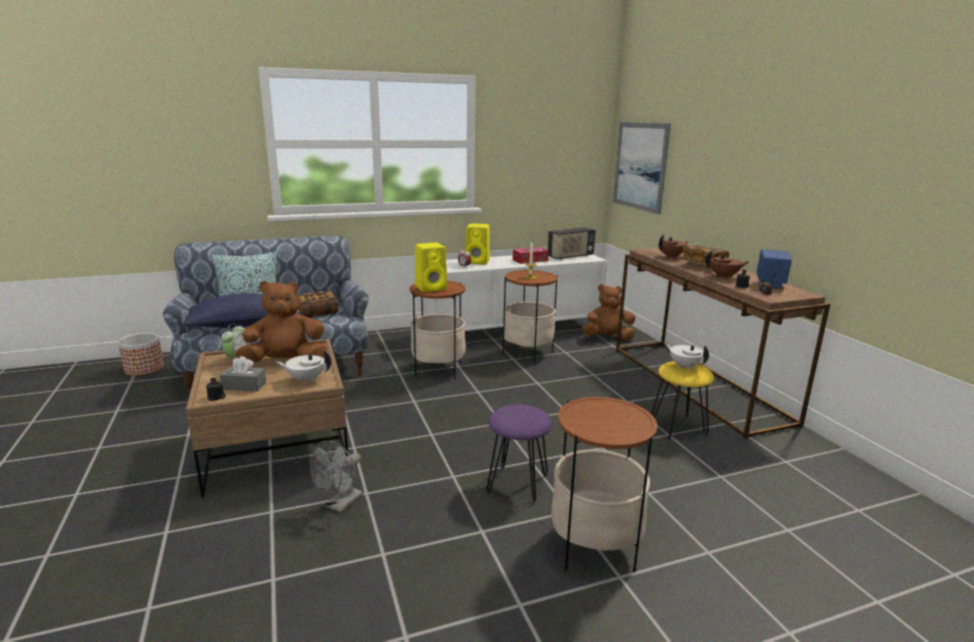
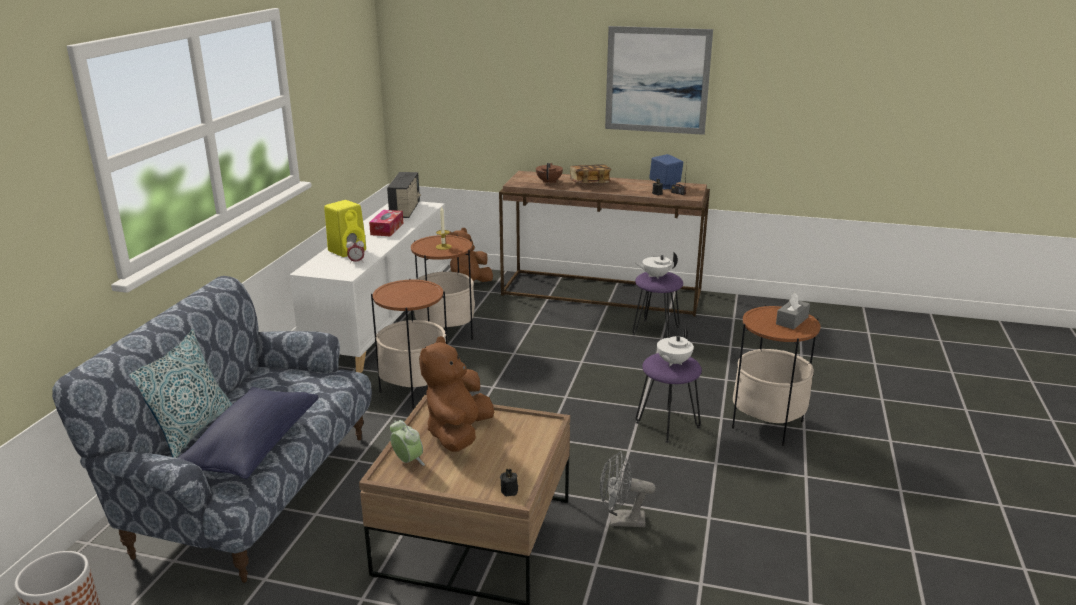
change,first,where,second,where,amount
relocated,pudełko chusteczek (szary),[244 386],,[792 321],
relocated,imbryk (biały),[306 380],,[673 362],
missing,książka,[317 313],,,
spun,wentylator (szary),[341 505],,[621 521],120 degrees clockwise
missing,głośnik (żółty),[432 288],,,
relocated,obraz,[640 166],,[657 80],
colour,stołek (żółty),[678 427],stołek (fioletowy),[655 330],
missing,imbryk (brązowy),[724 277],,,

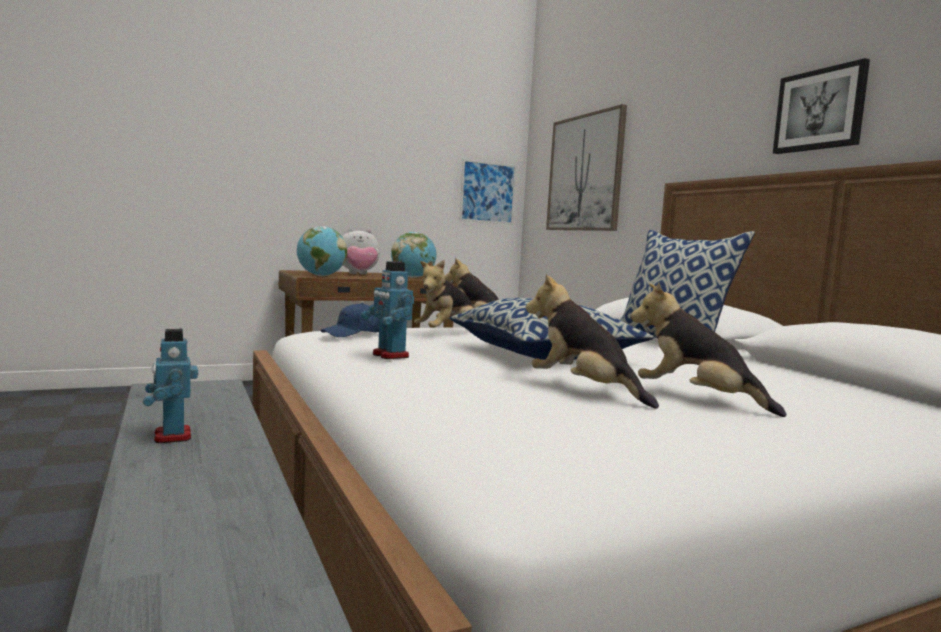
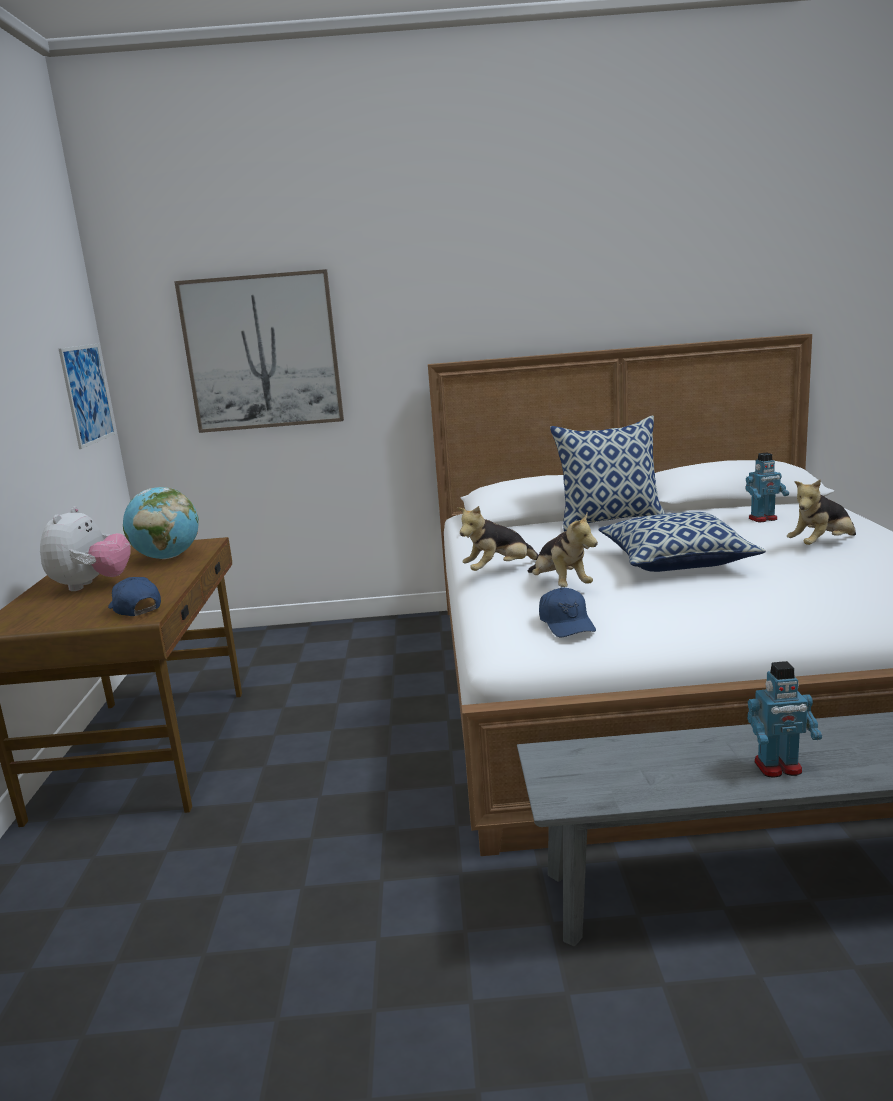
change,first,where,second,where,amount
exchanged,globus,[321 276],czapka z daszkiem (niebieski),[135 608],
relocated,robot zabawkowy,[389 355],,[763 519],
missing,pluszak,[583 391],,,
missing,obraz,[820 110],,,

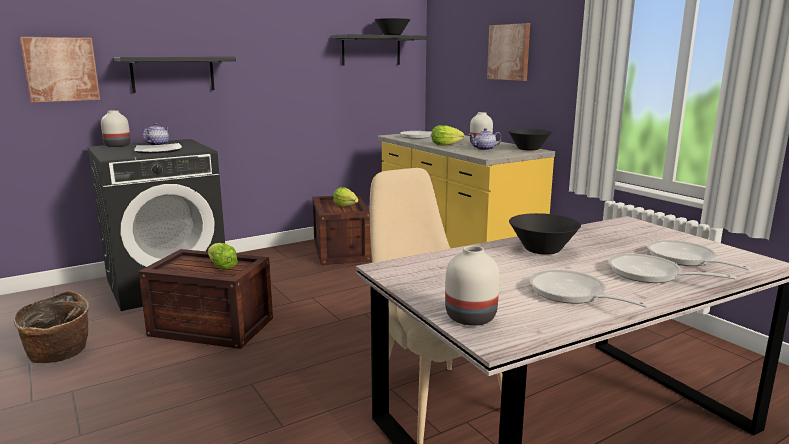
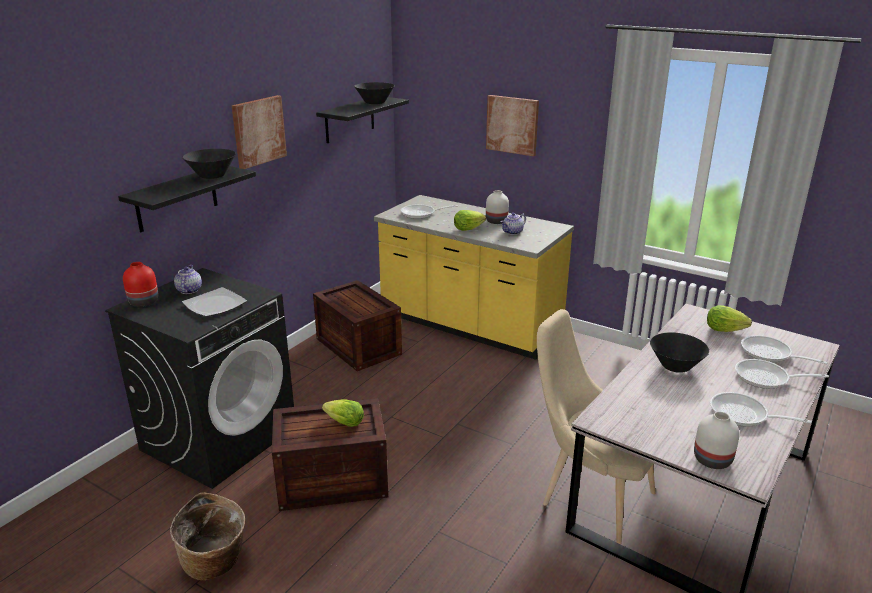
change,first,where,second,where,amount
relocated,obraz,[61 69],,[258 131],
colour,wazon (biały),[117 146],wazon (czerwony),[143 302],
relocated,sałata,[345 206],,[724 330],
relocated,miska (czarny),[528 149],,[212 176],

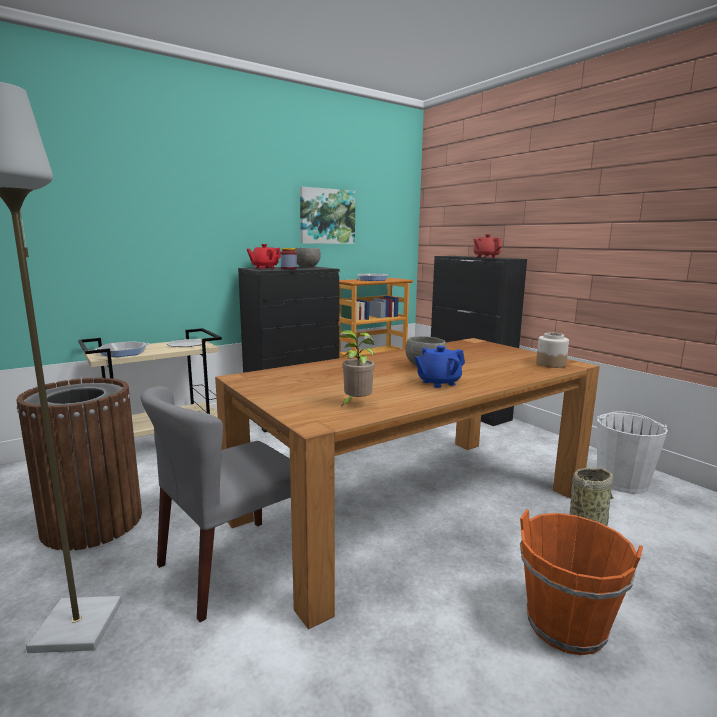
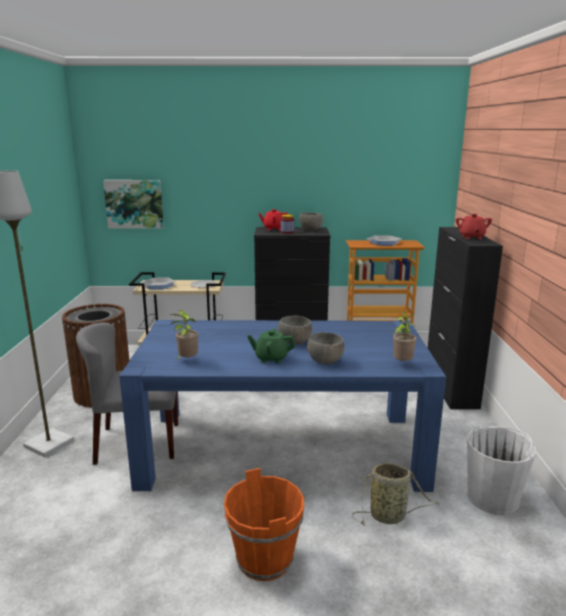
change,first,where,second,where,amount
colour,stół jadalny (brązowy),[412 504],stół jadalny (niebieski),[282 448],
relocated,obraz,[327 216],,[134 204],
colour,imbryk (niebieski),[438 383],imbryk (zielony),[271 358],
exchanged,słoik,[550 364],roślina doniczkowa,[402 364],
appeared,,,miska (szary),[325 361],

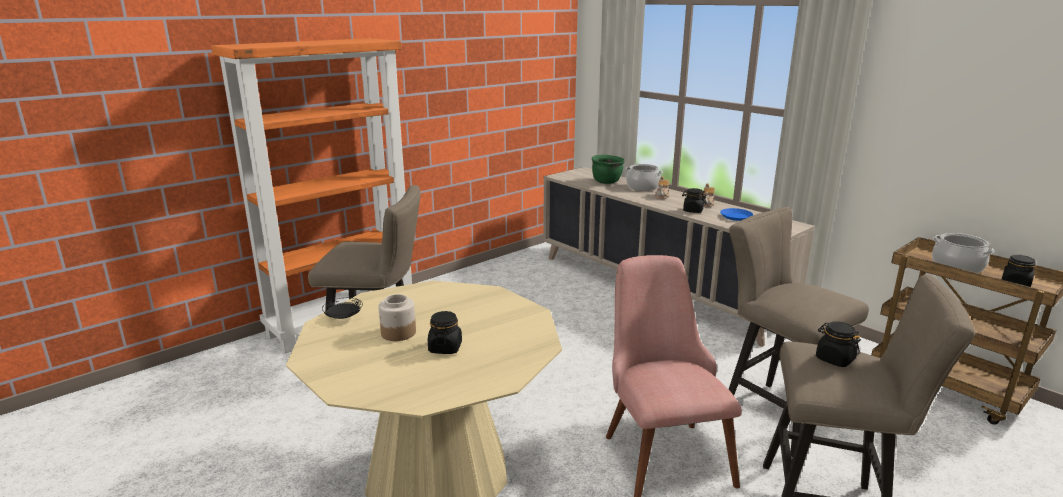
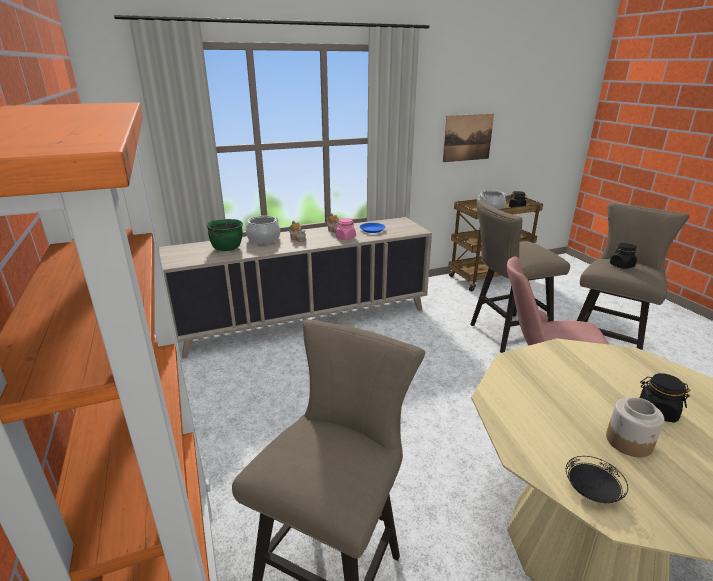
change,first,where,second,where,amount
colour,słoik (czarny),[693 211],słoik (różowy),[345 238],
appeared,,,obraz,[468 137],

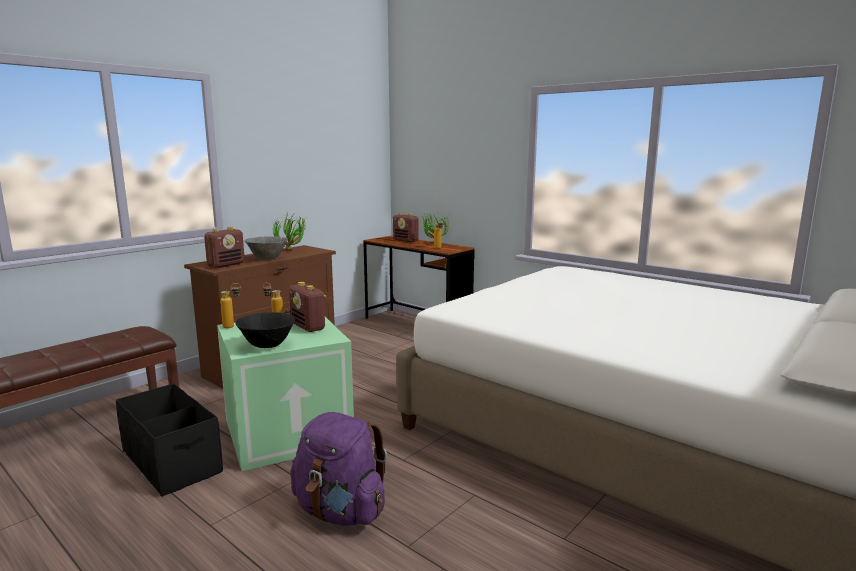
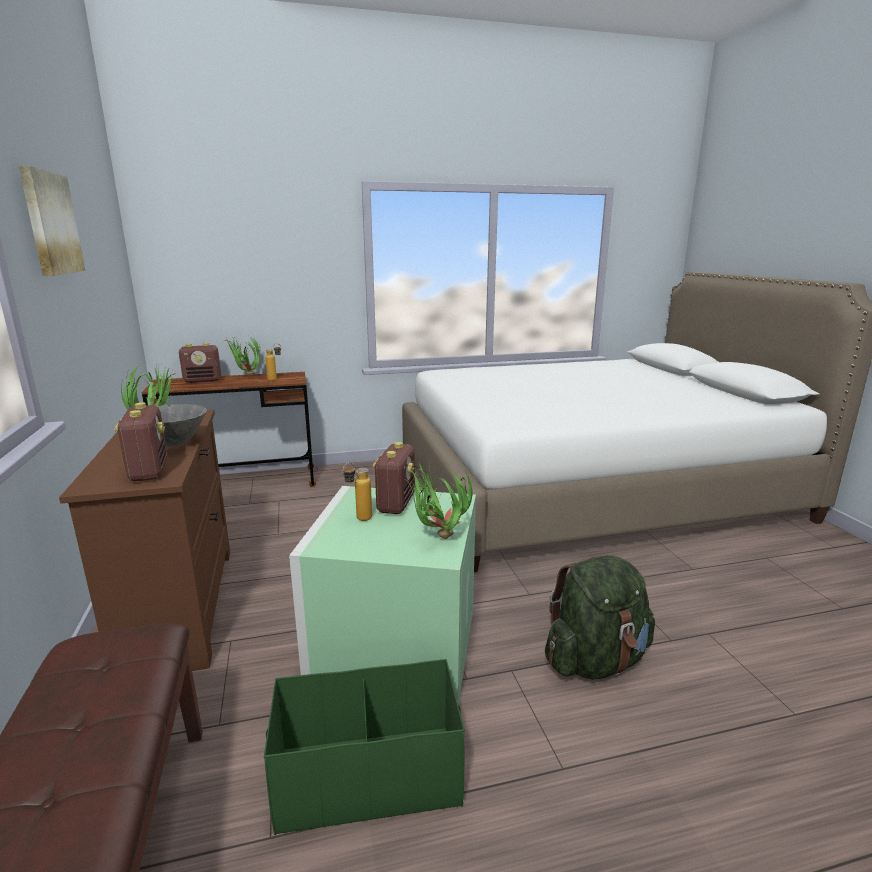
change,first,where,second,where,amount
colour,pojemnik do przechowywania (czarny),[172 461],pojemnik do przechowywania (zielony),[368 776],
missing,butelka,[233 326],,,
exchanged,miska (czarny),[267 346],roślina doniczkowa,[437 539],
spun,radio,[308 327],,[396 503],75 degrees counterclockwise
colour,plecak (fioletowy),[340 512],plecak (zielony),[596 660],
appeared,,,obraz,[50 223],

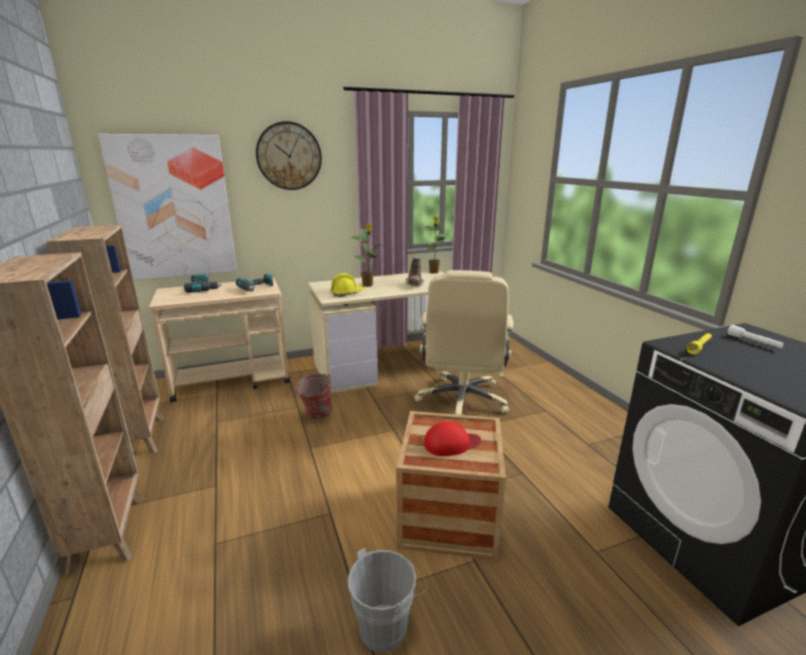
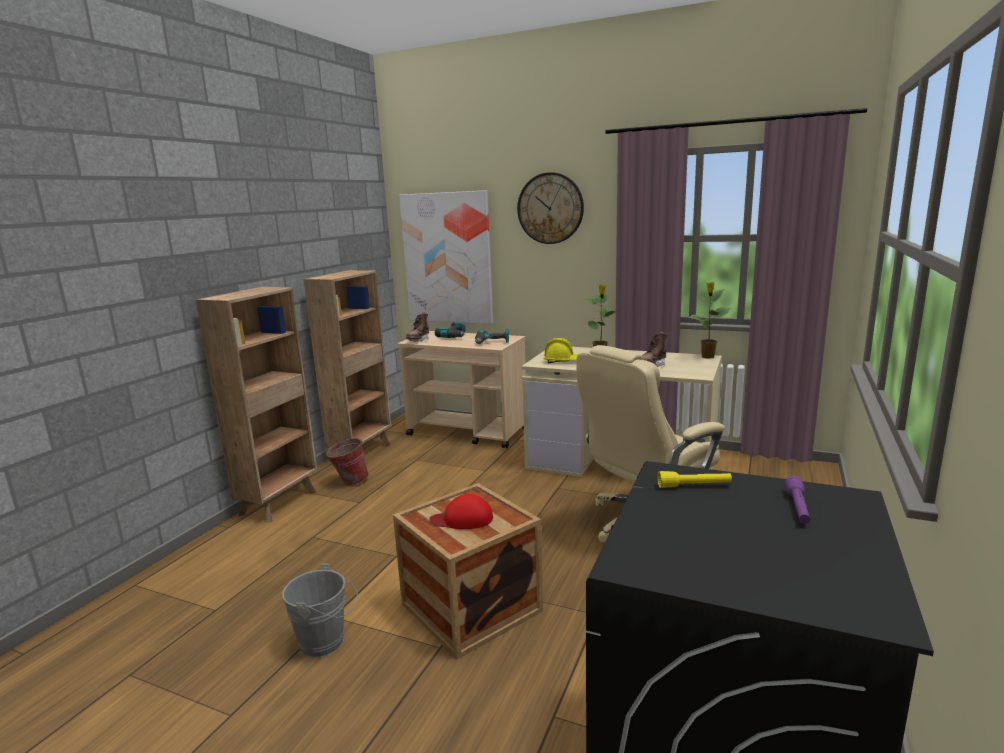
change,first,where,second,where,amount
relocated,wiadro,[315 415],,[349 482],
spun,czapka z daszkiem (czerwony),[451 443],,[462 519],150 degrees clockwise
colour,latarka (biały),[753 342],latarka (fioletowy),[798 508],
appeared,,,but z cholewką (brązowy),[418 340],

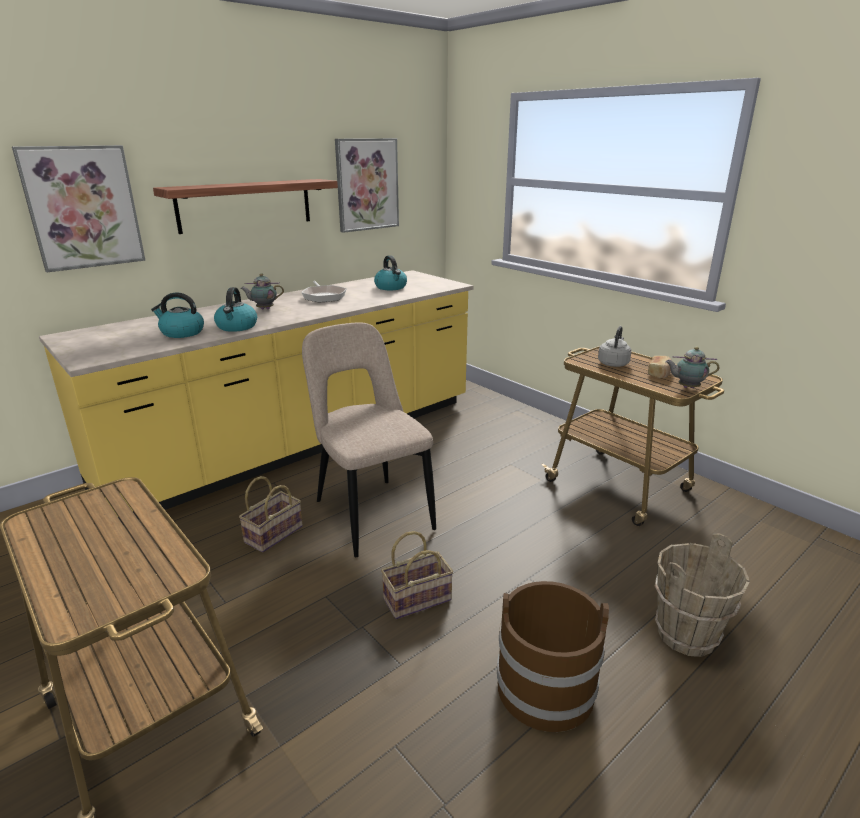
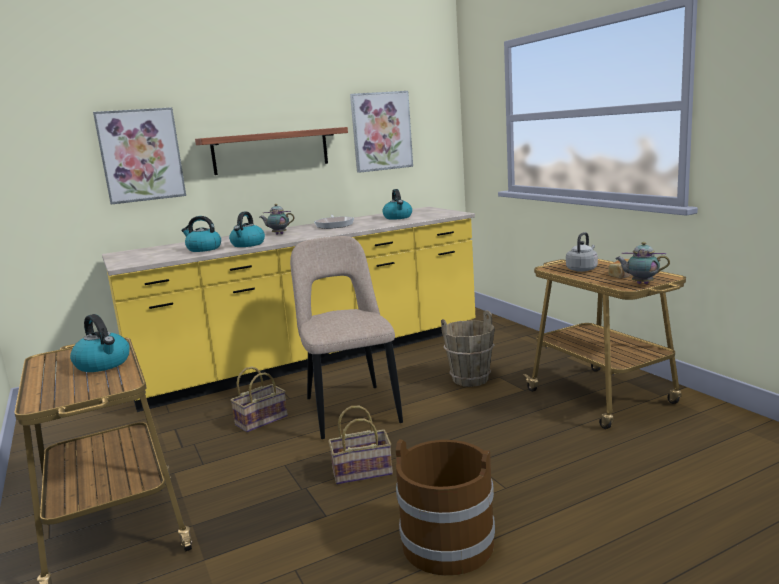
change,first,where,second,where,amount
relocated,wiadro (brązowy),[687 635],,[470 379],
appeared,,,czajnik,[103 364],

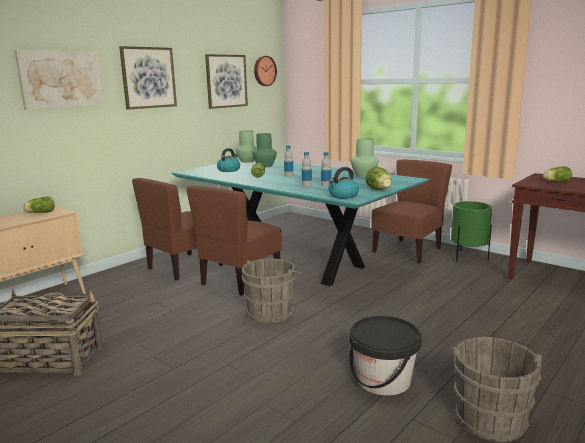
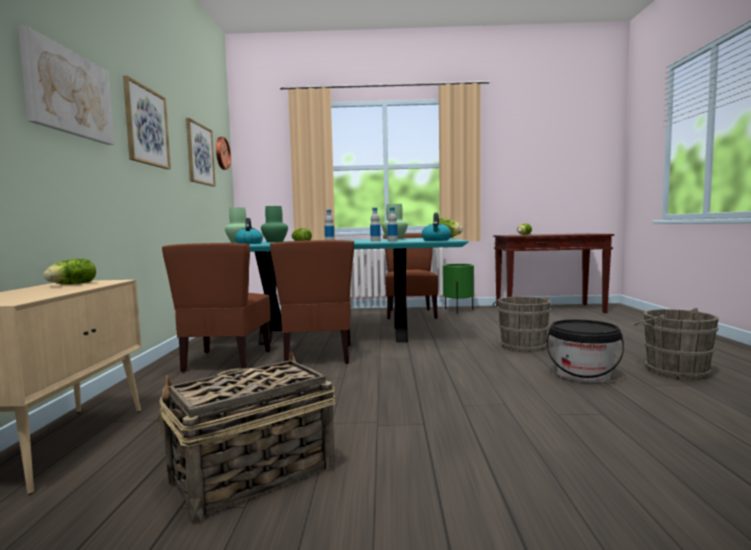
change,first,where,second,where,amount
relocated,wiadro (szary),[272 311],,[522 345],

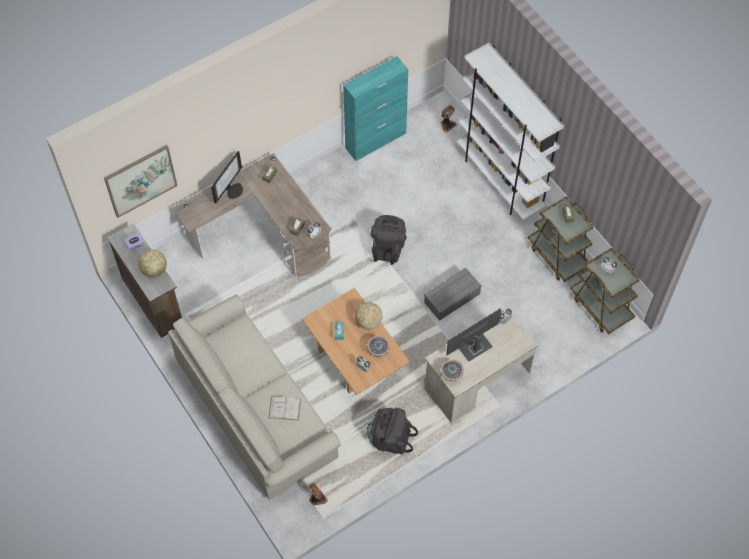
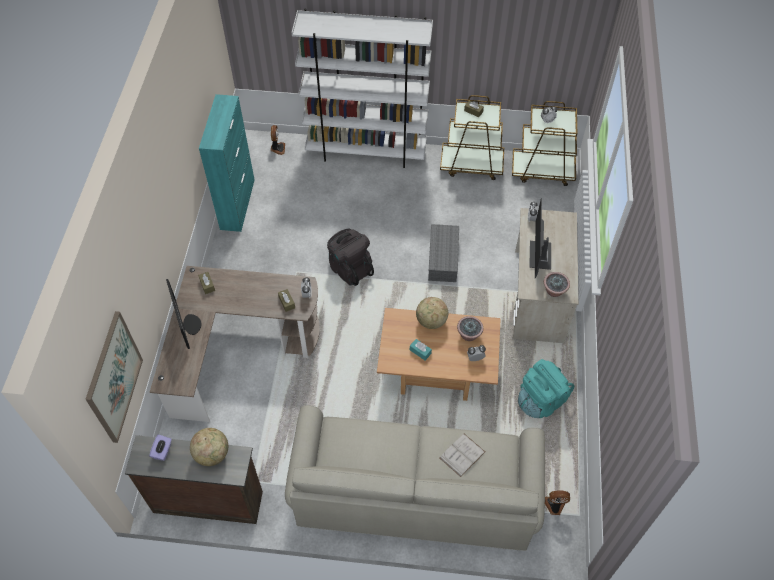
change,first,where,second,where,amount
colour,plecak (czarny),[390 439],plecak (turkusowy),[541 400],

